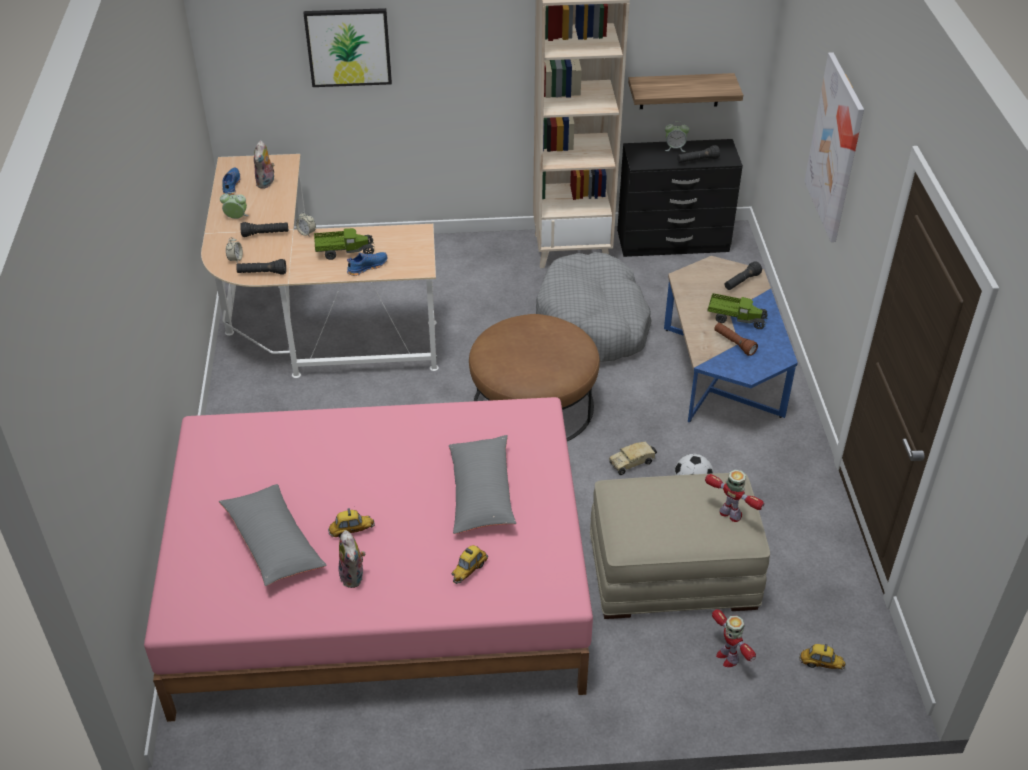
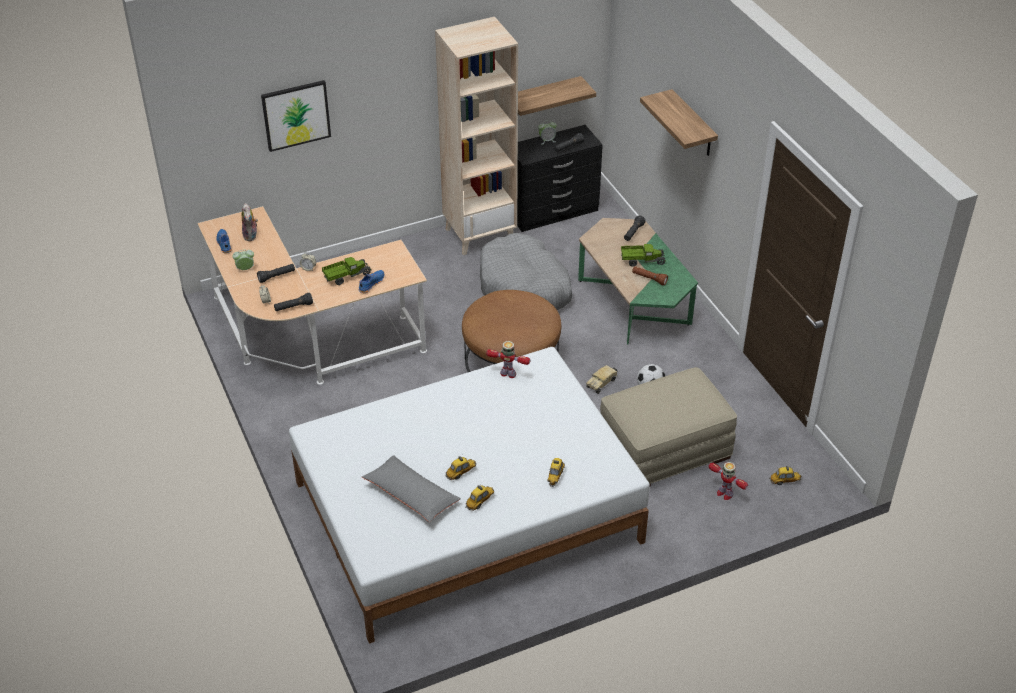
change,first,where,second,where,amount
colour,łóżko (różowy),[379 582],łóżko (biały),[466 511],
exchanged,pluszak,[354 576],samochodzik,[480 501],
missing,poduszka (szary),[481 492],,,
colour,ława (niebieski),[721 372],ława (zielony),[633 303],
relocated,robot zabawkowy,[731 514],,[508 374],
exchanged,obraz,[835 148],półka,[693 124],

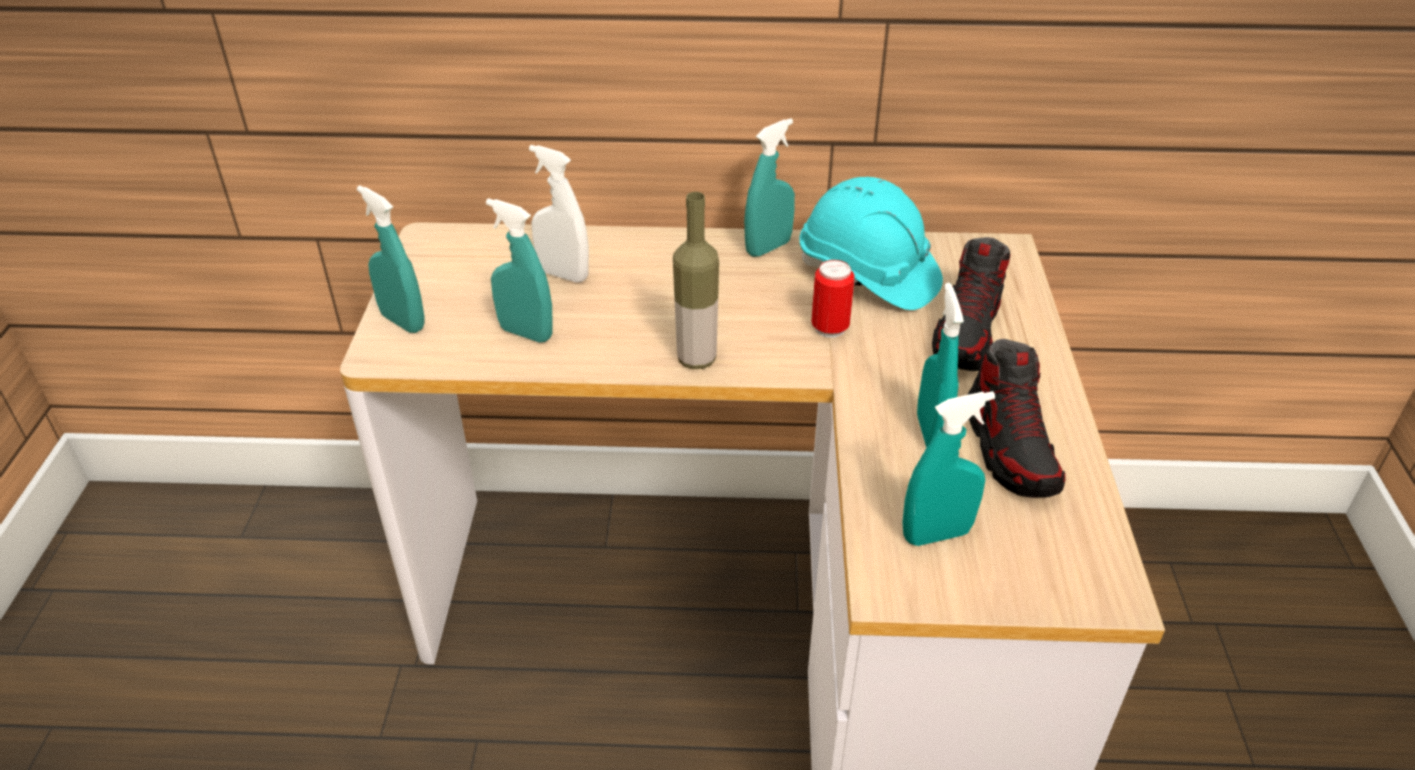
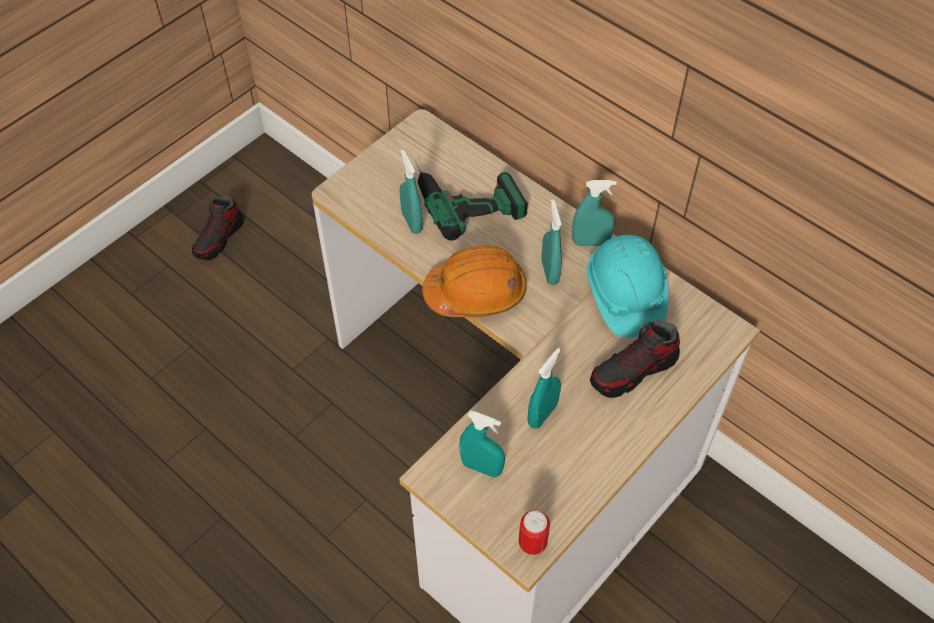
change,first,where,second,where,amount
relocated,spryskiwacz (turkusowy),[403 322],,[550 272],
exchanged,spryskiwacz (biały),[563 274],wiertarka,[465 194],
exchanged,butelka,[696 359],kask (pomarańczowy),[476 292],
relocated,puszka,[830 328],,[532 543],
relocated,but,[1010 449],,[219 238],

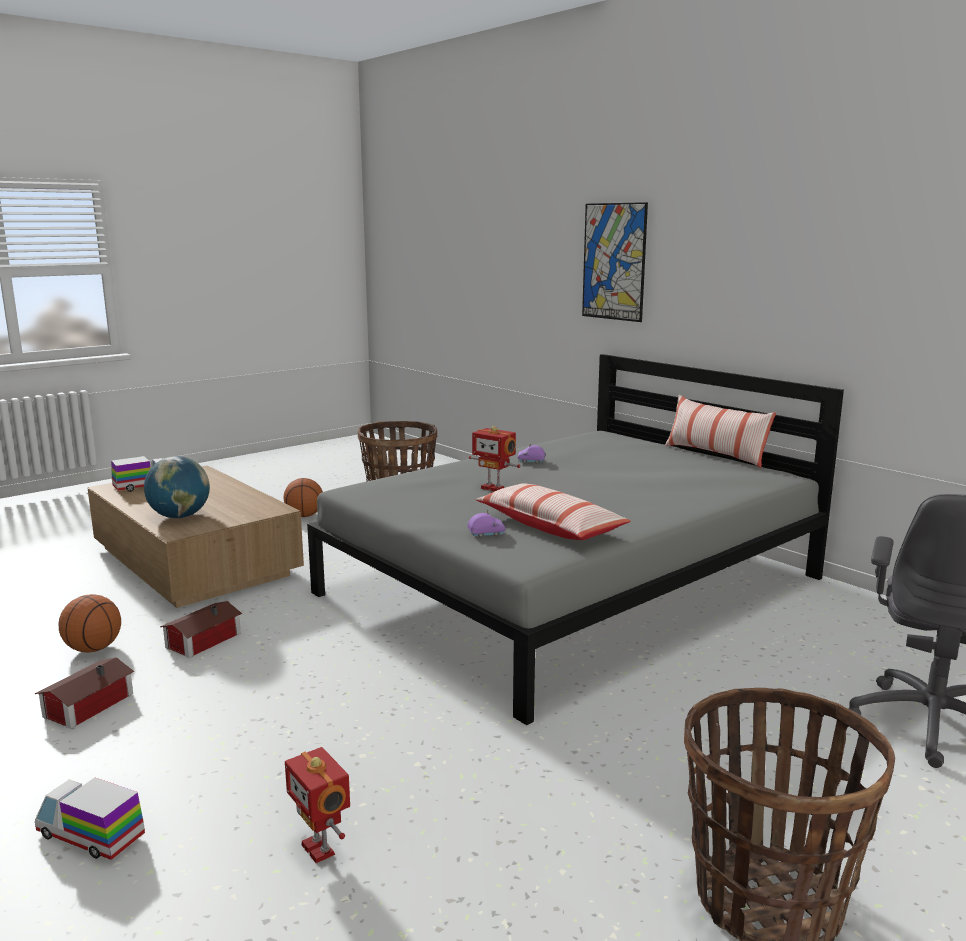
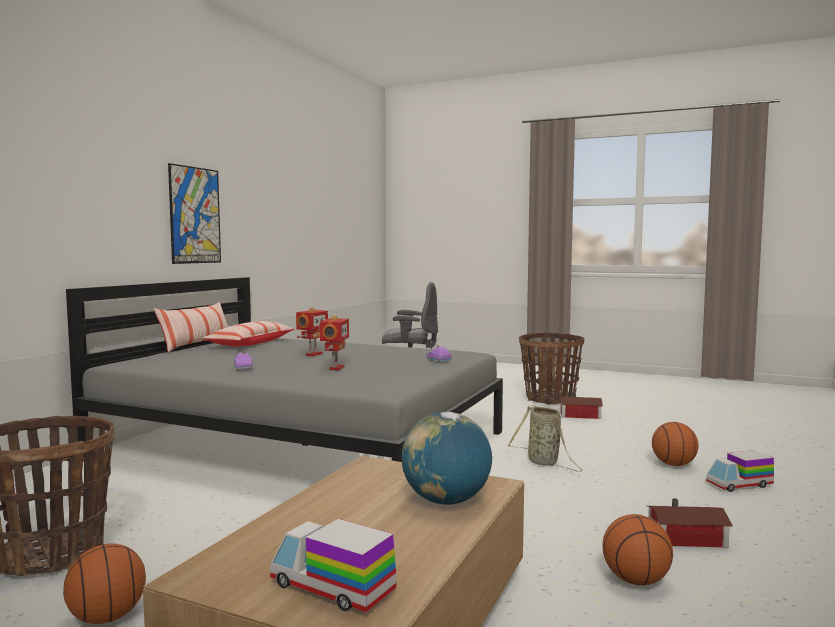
change,first,where,second,where,amount
spun,ciężarówka zabawkowa,[91 835],,[739 485],75 degrees clockwise
relocated,domek,[200 640],,[581 415],
relocated,robot zabawkowy,[320 848],,[313 354],
relocated,poduszka,[550 526],,[251 343],
relocated,obraz,[614 261],,[195 215],
appeared,,,koszyk,[545 463],
appeared,,,piłka do koszykówki,[673 465],

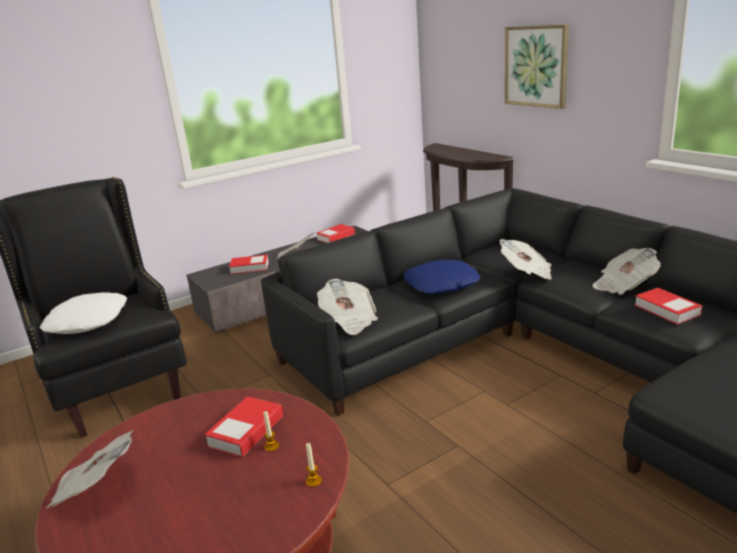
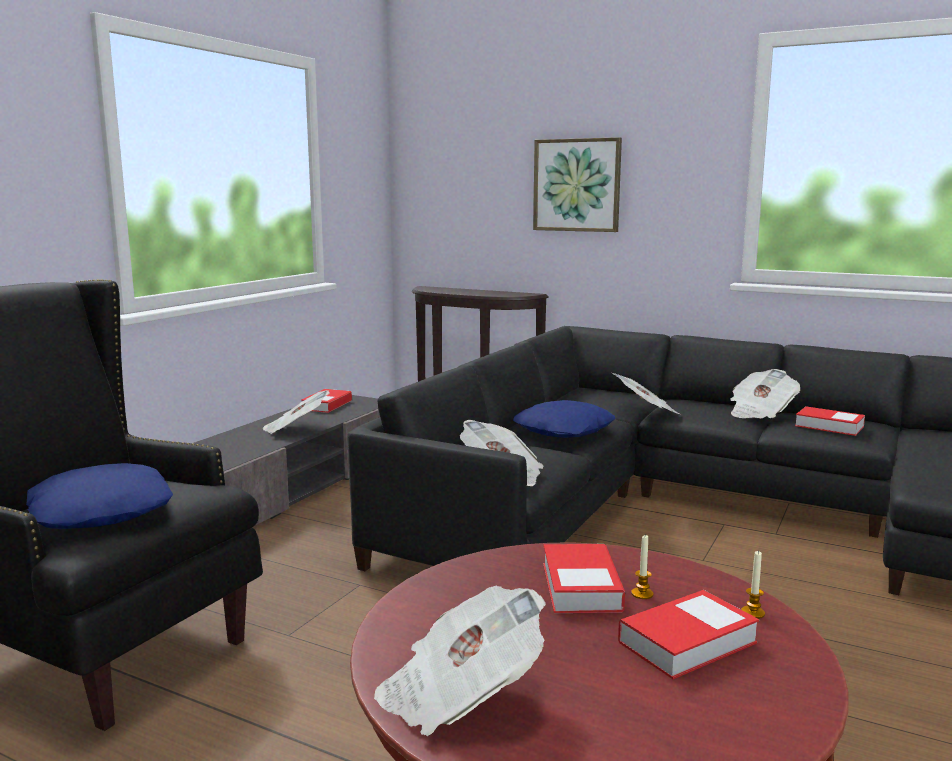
change,first,where,second,where,amount
colour,poduszka (biały),[87 321],poduszka (niebieski),[100 511],
relocated,książka,[249 267],,[687 642],

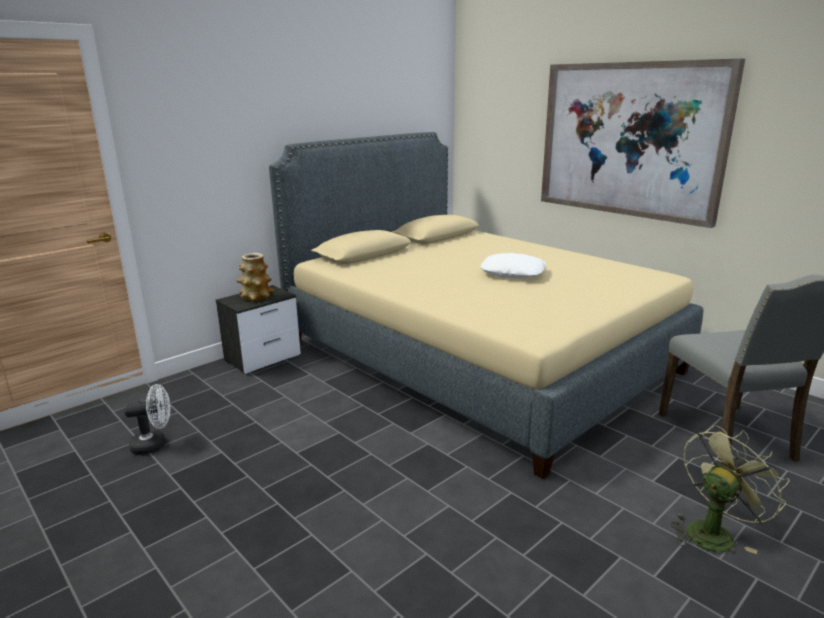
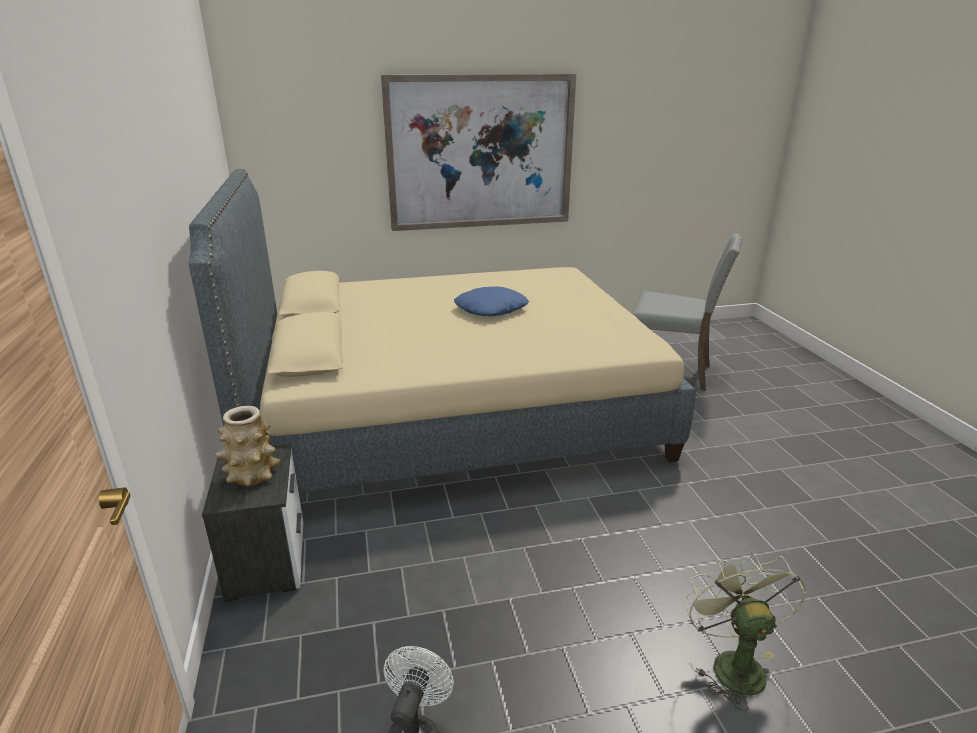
change,first,where,second,where,amount
colour,poduszka (biały),[513 273],poduszka (niebieski),[490 309],
relocated,wentylator (zielony),[713 532],,[731 663],

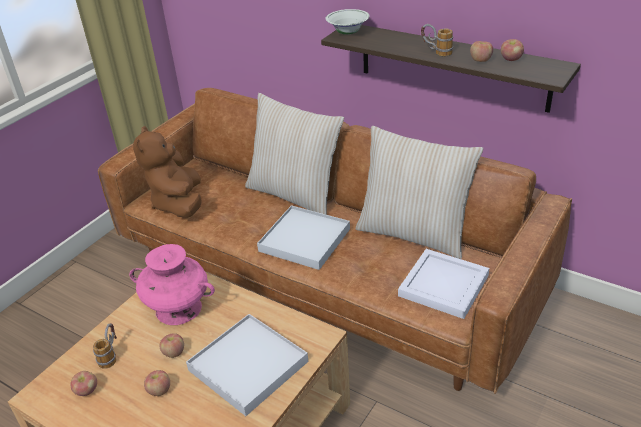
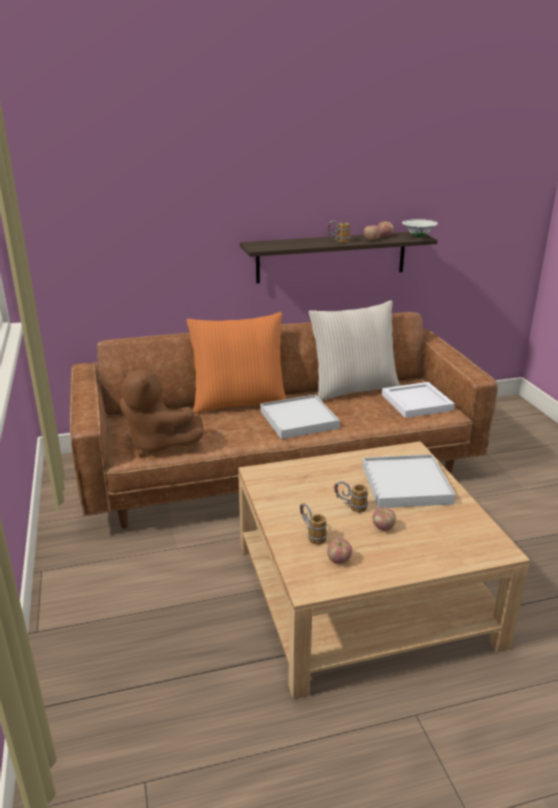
change,first,where,second,where,amount
missing,wazon (różowy),[178 309],,,
exchanged,jabłko,[174 352],kubek,[350 507],
colour,poduszka (beżowy),[295 194],poduszka (pomarańczowy),[239 402],
relocated,miska (biały),[348 33],,[418 236],

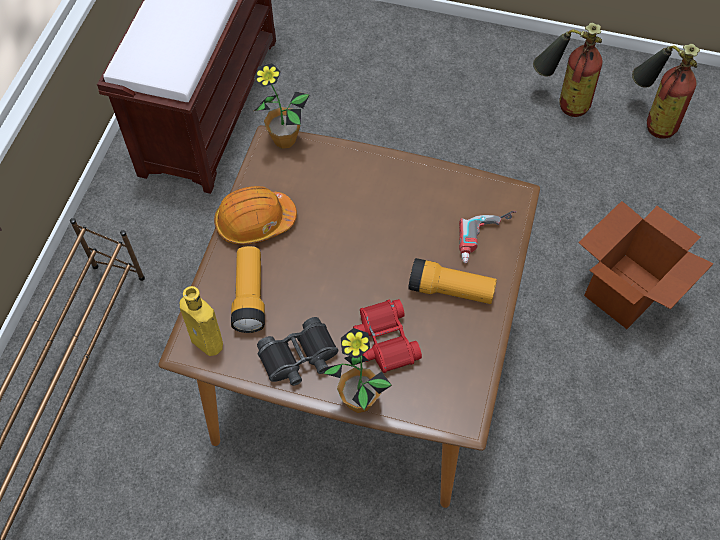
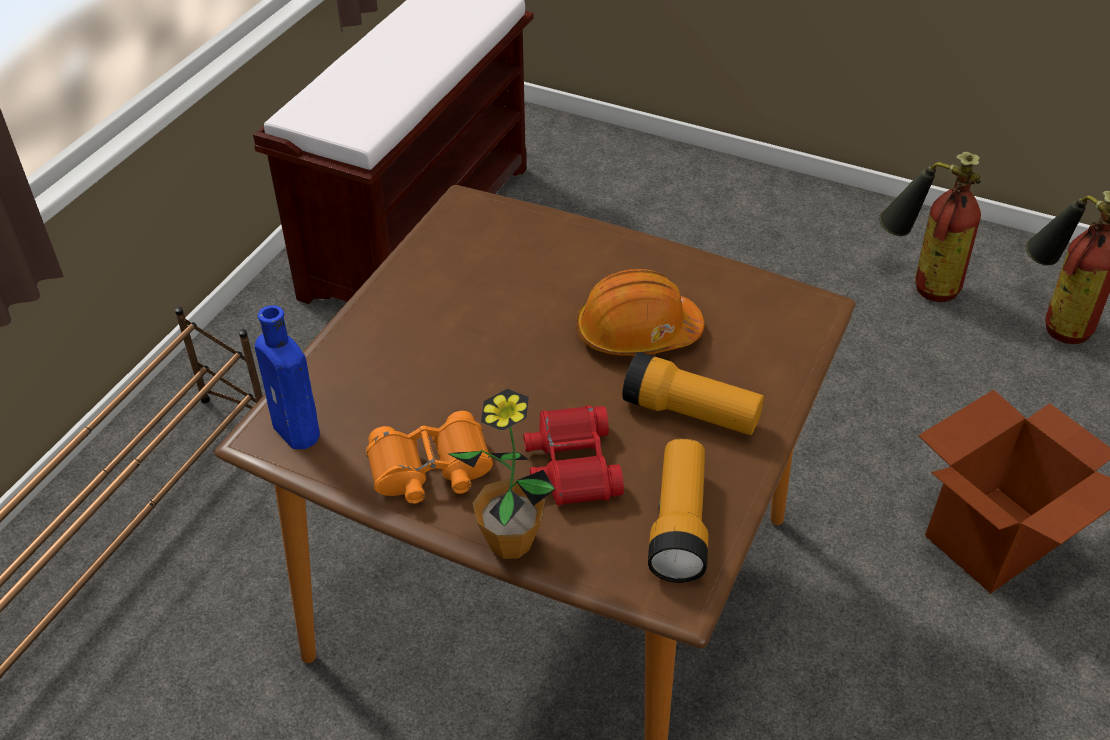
change,first,where,second,where,amount
colour,butelka (żółty),[209 343],butelka (niebieski),[299 432],
relocated,kask (pomarańczowy),[255 222],,[637 333],
relocated,latarka,[250 296],,[679 525],
missing,roślina doniczkowa,[284 140],,,
colour,lornetka (czarny),[299 358],lornetka (pomarańczowy),[431 470],
missing,wiertarka,[488 239],,,

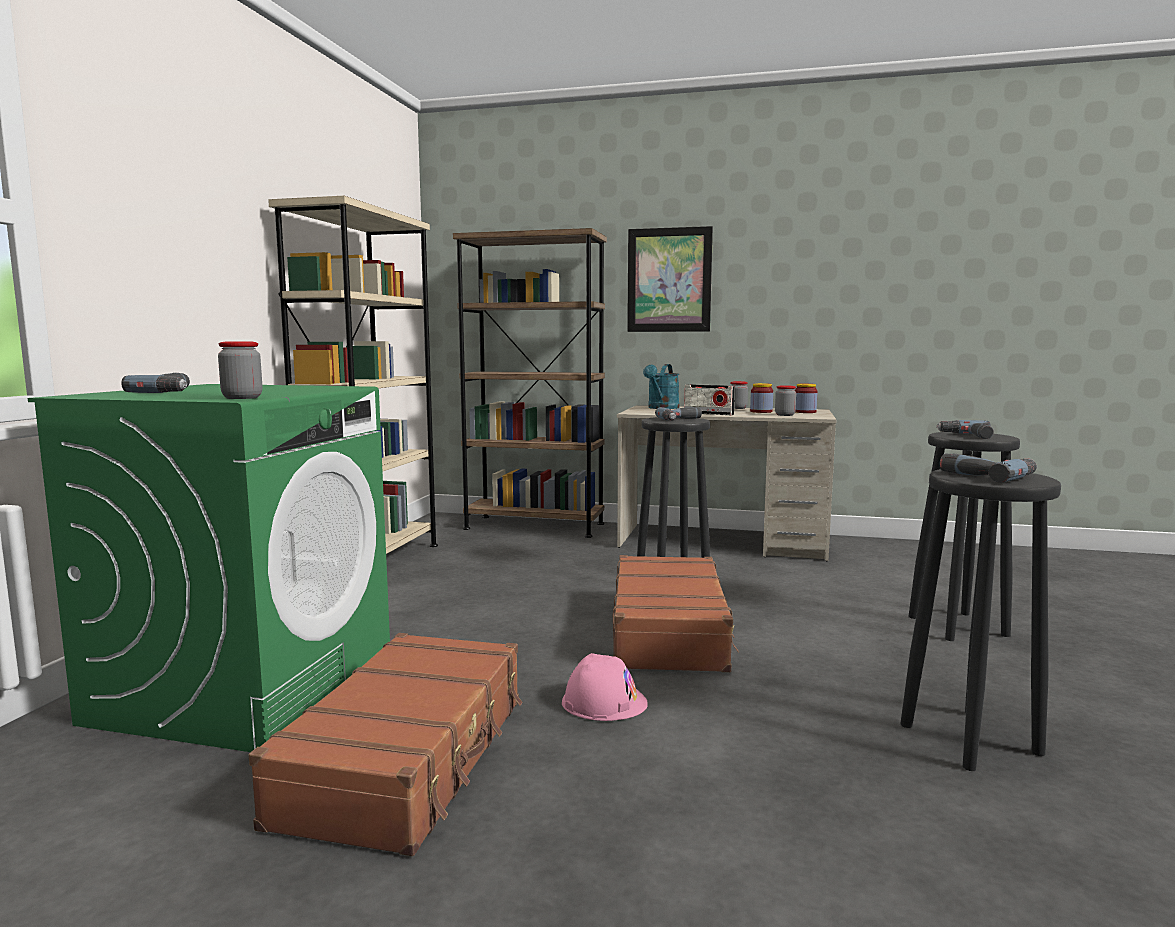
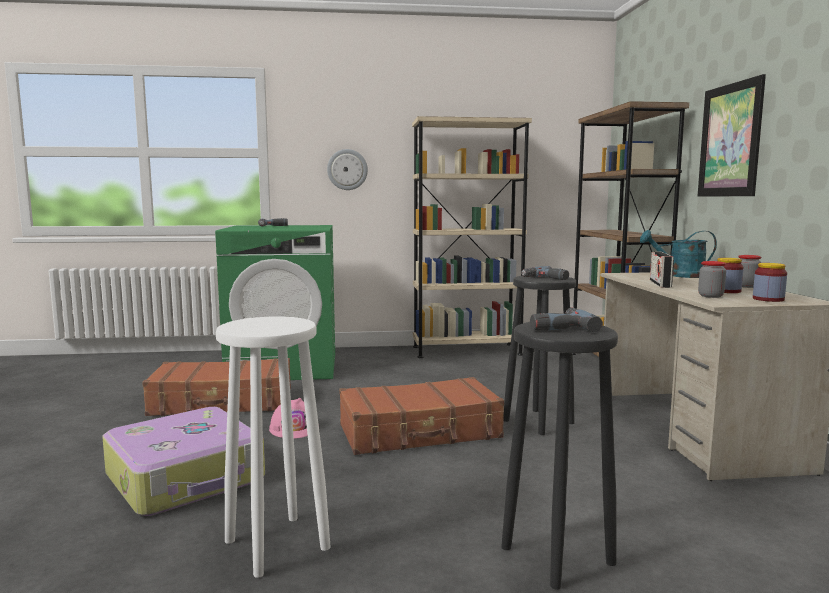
change,first,where,second,where,amount
missing,słoik,[242 398],,,
colour,stołek (czarny),[971 740],stołek (biały),[275 545],
missing,wiertarka,[986 475],,,
appeared,,,walizka,[187 477],
appeared,,,zegar ścienny,[347 169],

